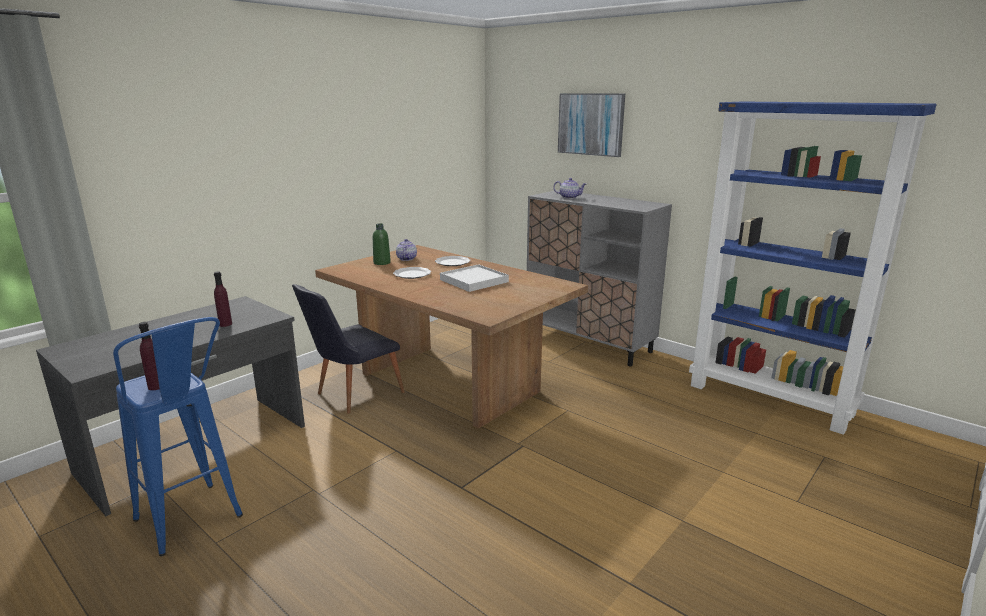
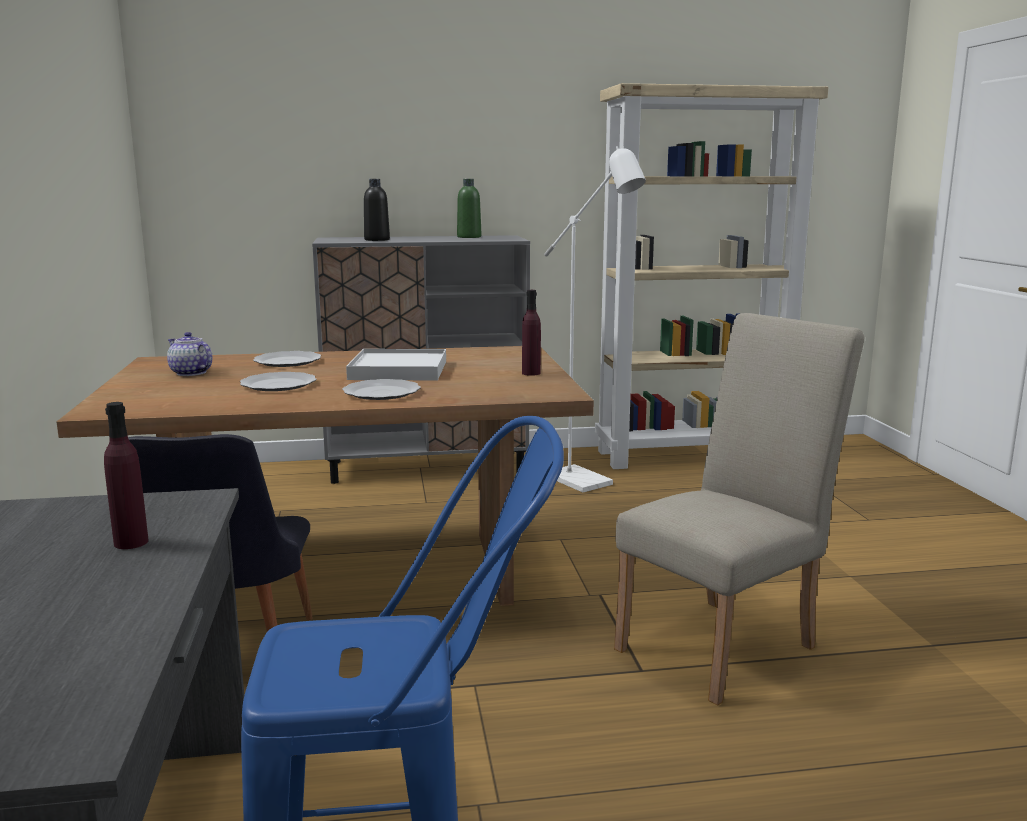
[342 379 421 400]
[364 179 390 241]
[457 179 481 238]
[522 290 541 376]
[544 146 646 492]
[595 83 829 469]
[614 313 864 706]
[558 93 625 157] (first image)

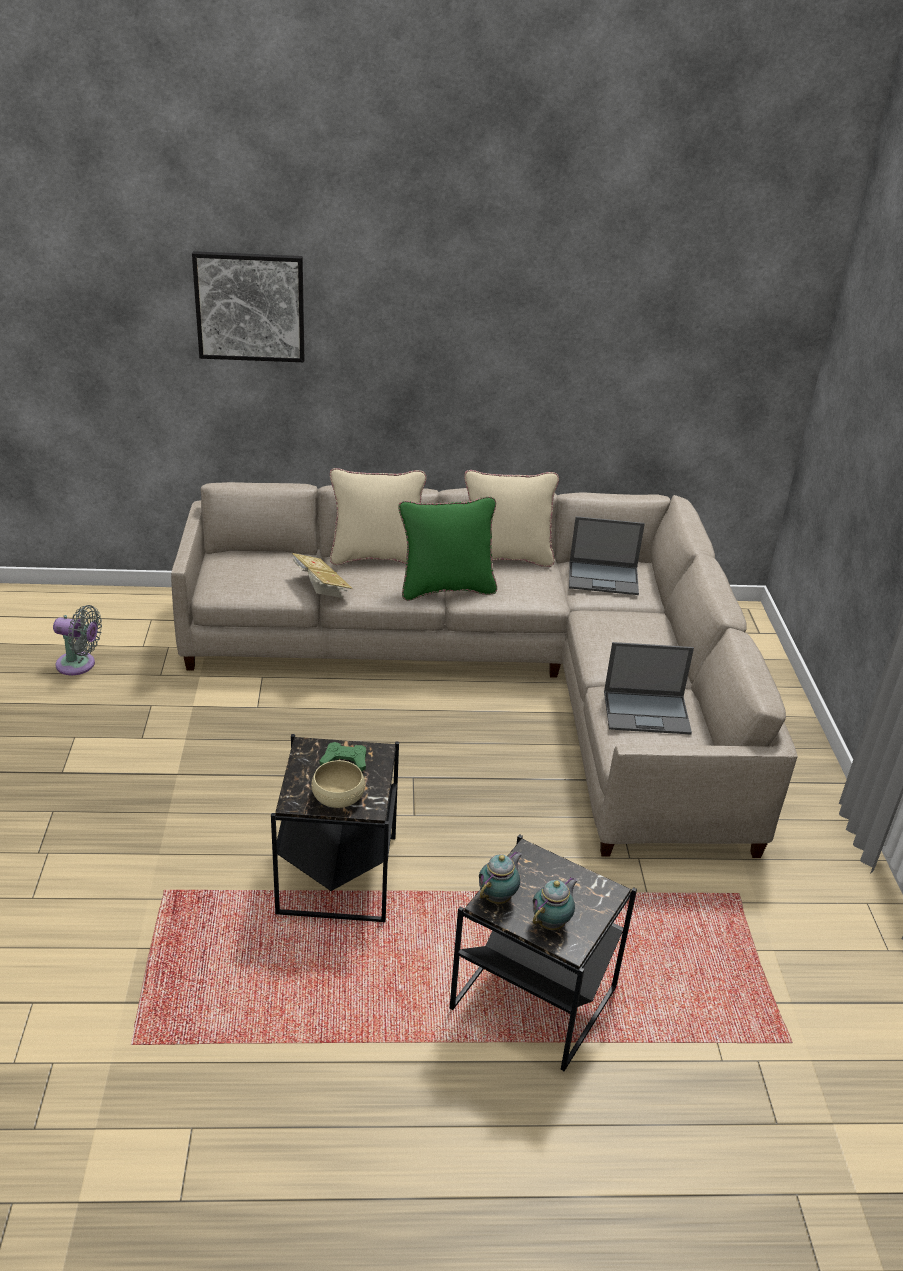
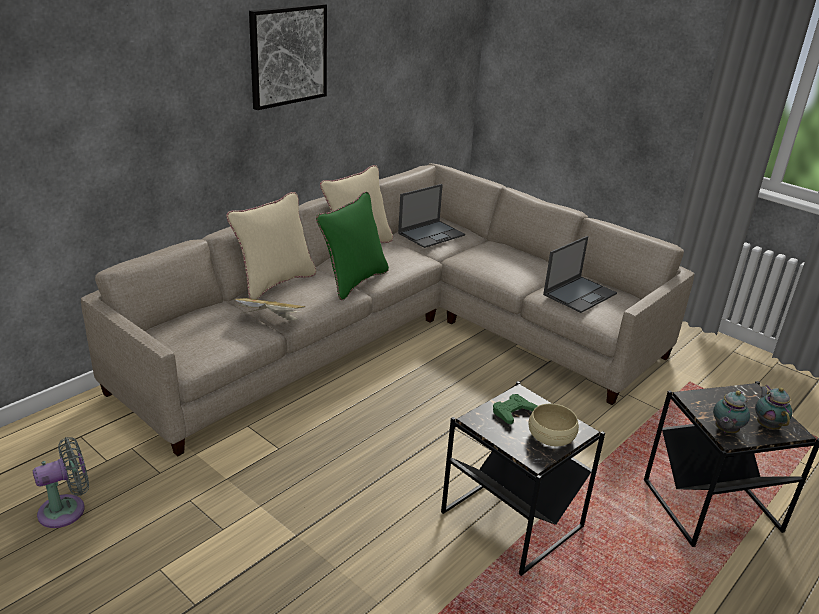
[249 3 327 110]
[713 391 750 433]

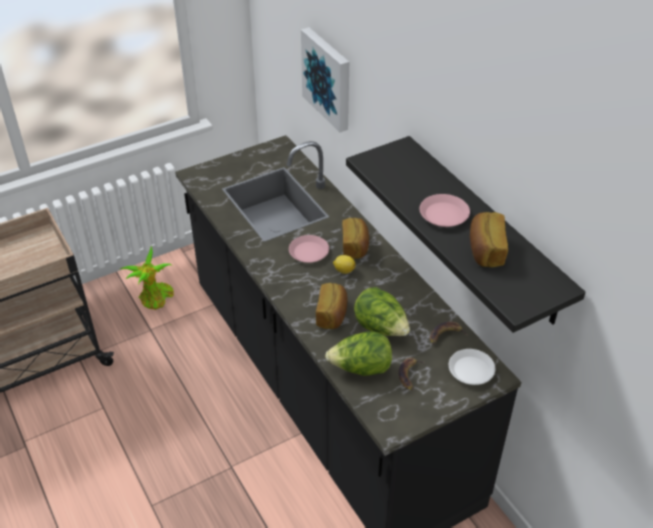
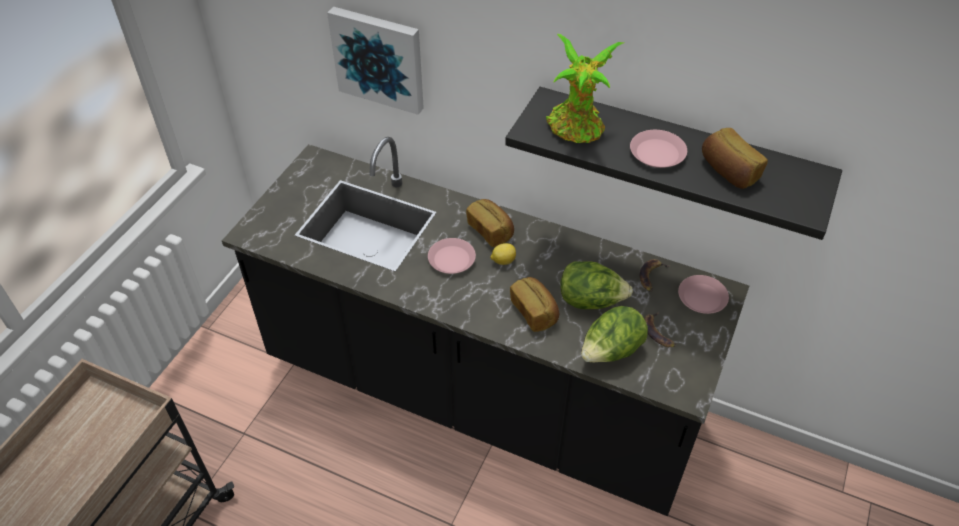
[546 34 624 143]
[678 275 729 314]

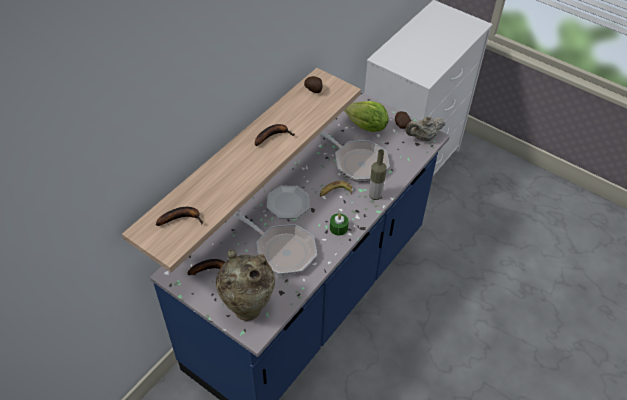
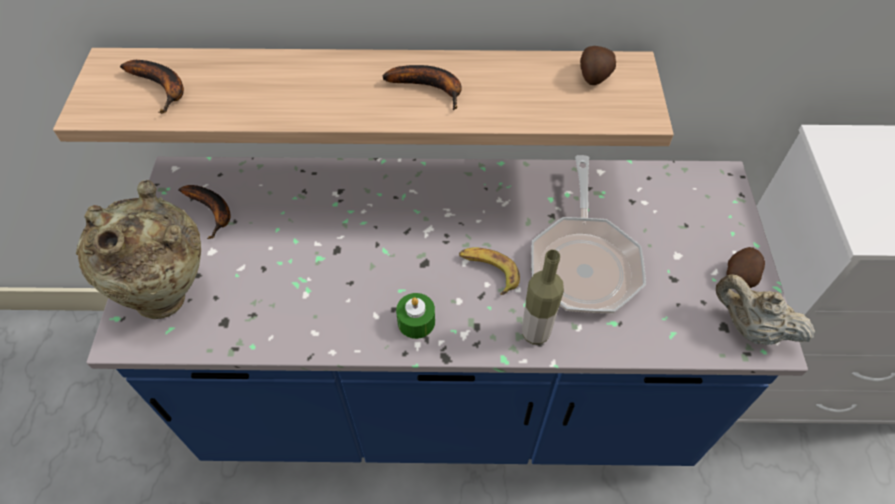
[232 211 317 275] (first image)
[267 186 310 219] (first image)
[344 101 389 132] (first image)

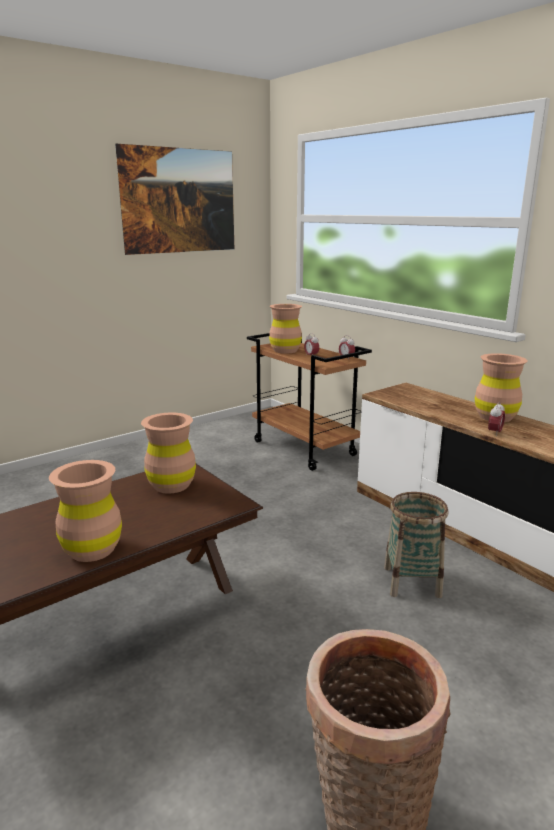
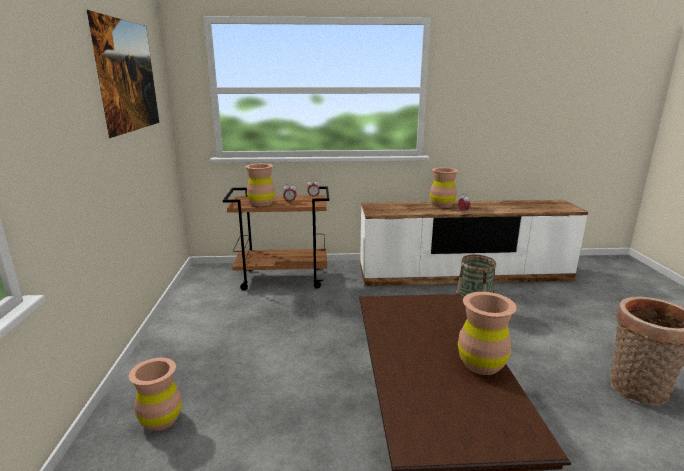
[129 358 182 431]

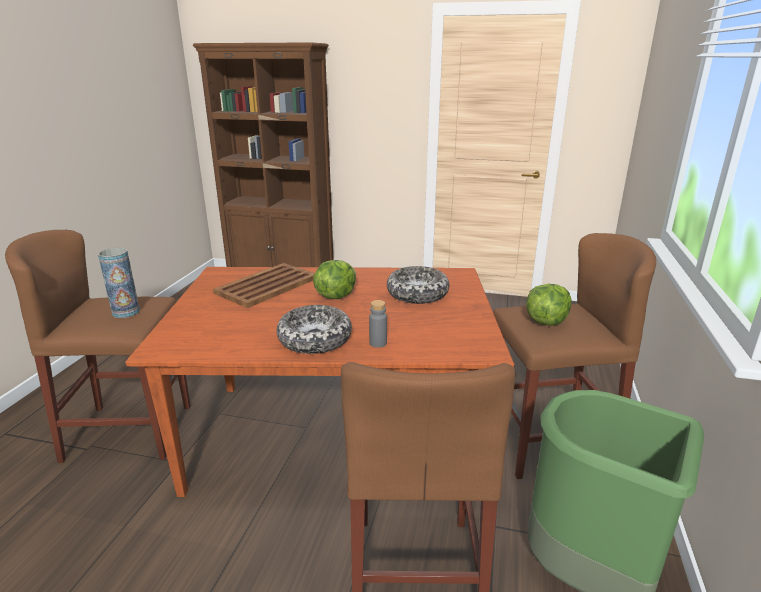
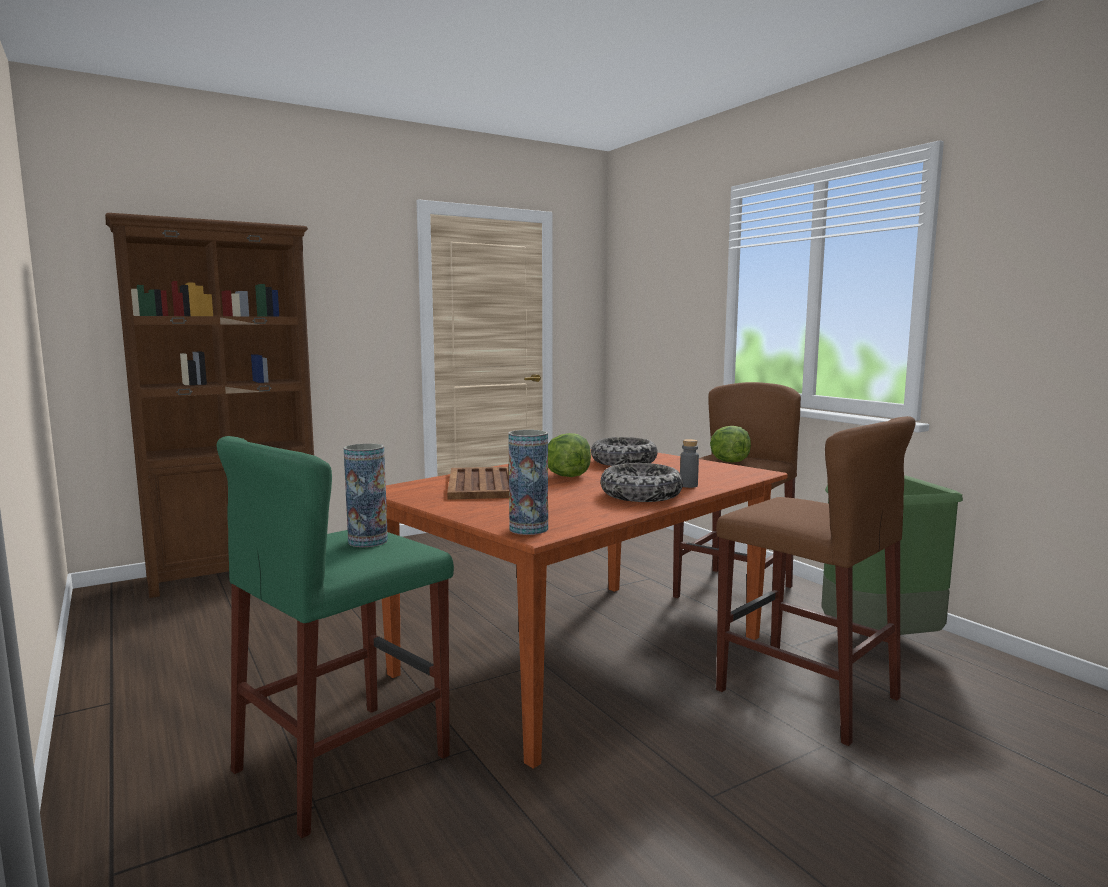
[217 436 454 838]
[508 430 548 535]

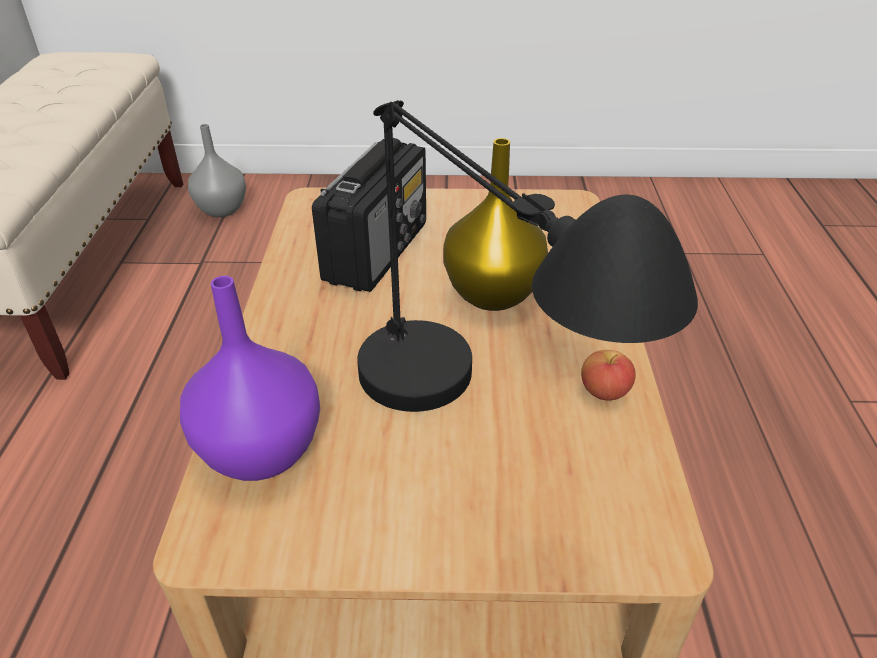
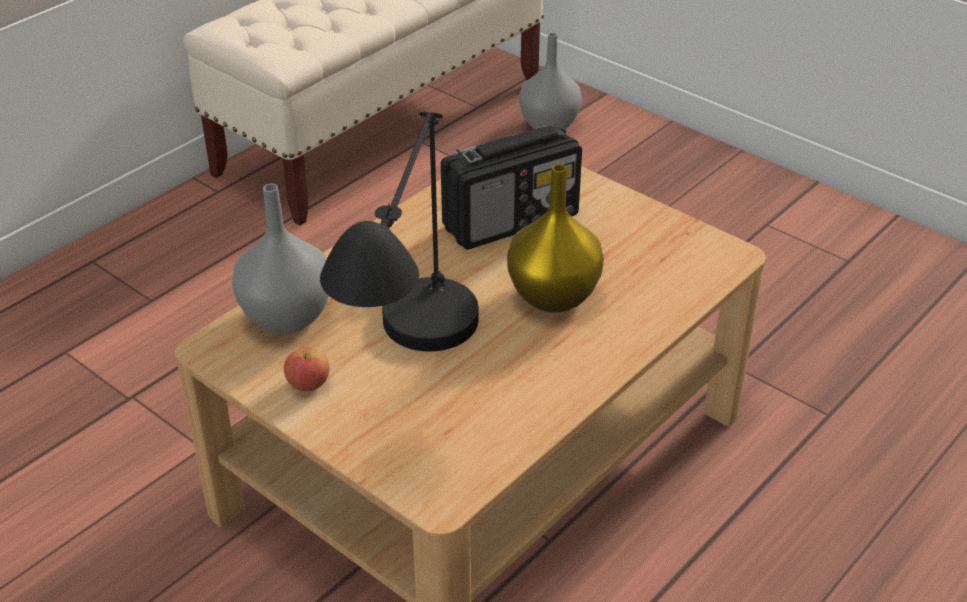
[232 183 329 334]
[284 348 329 391]

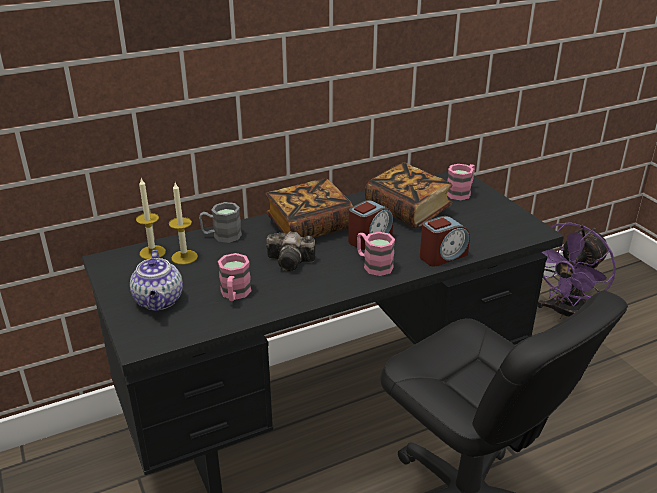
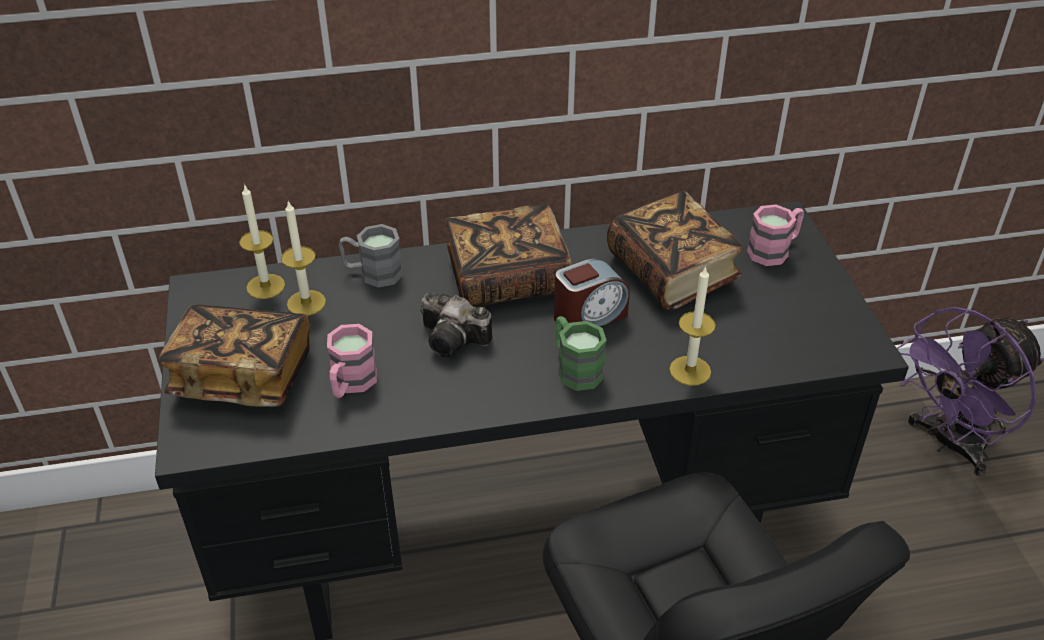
[158 304 310 407]
[555 316 607 391]
[669 266 716 386]

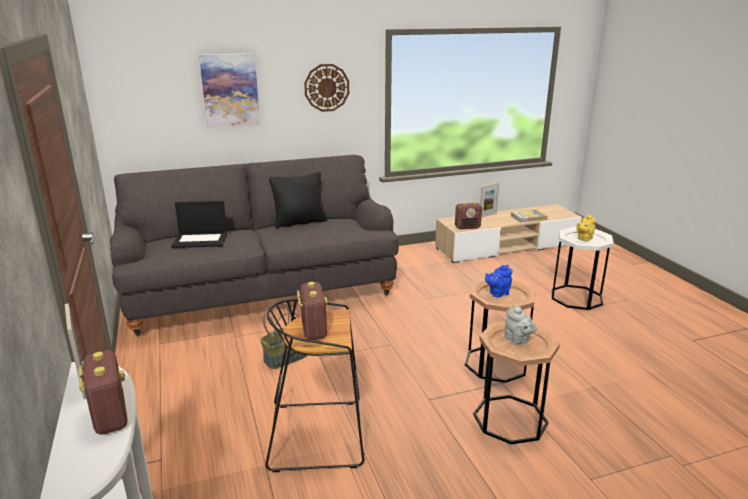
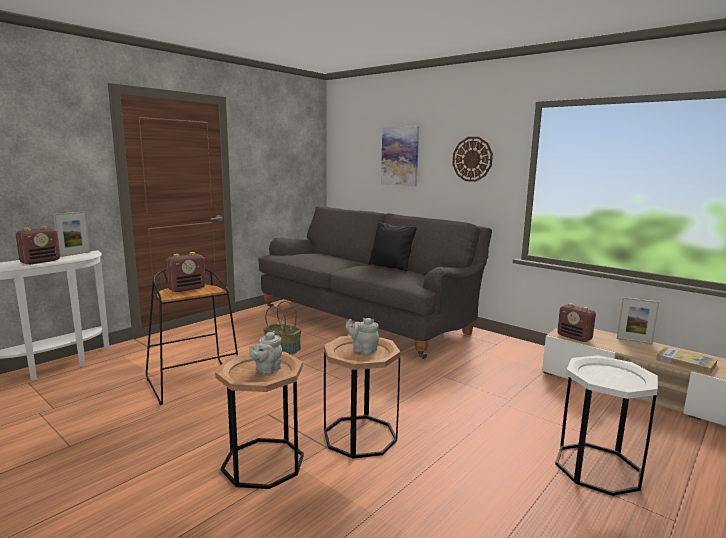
[345 318 379 354]
[171 201 227 248] (first image)
[576 214 596 242] (first image)

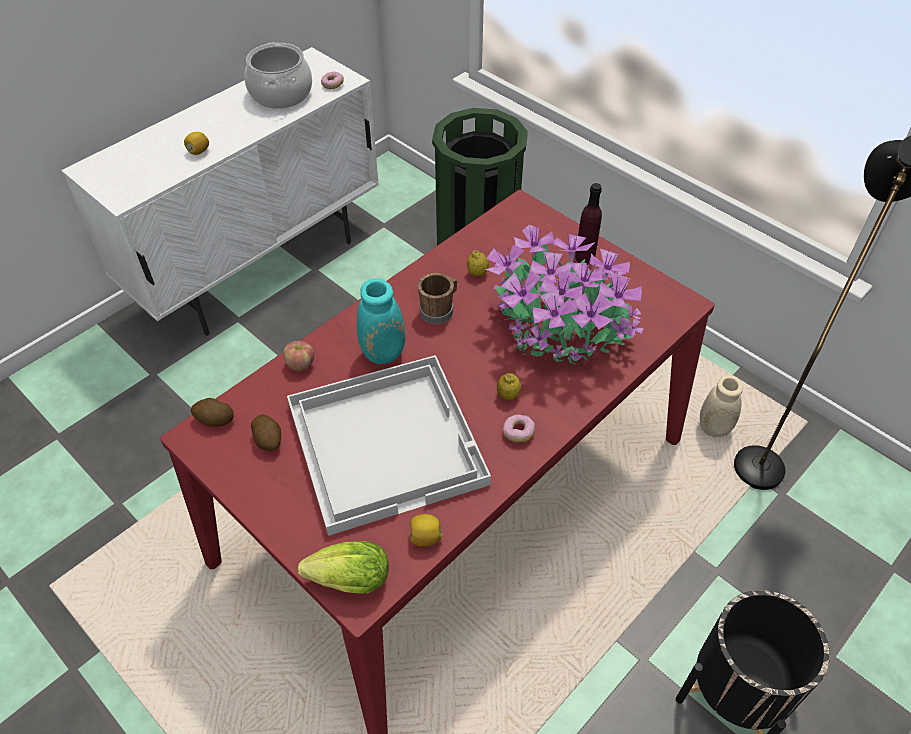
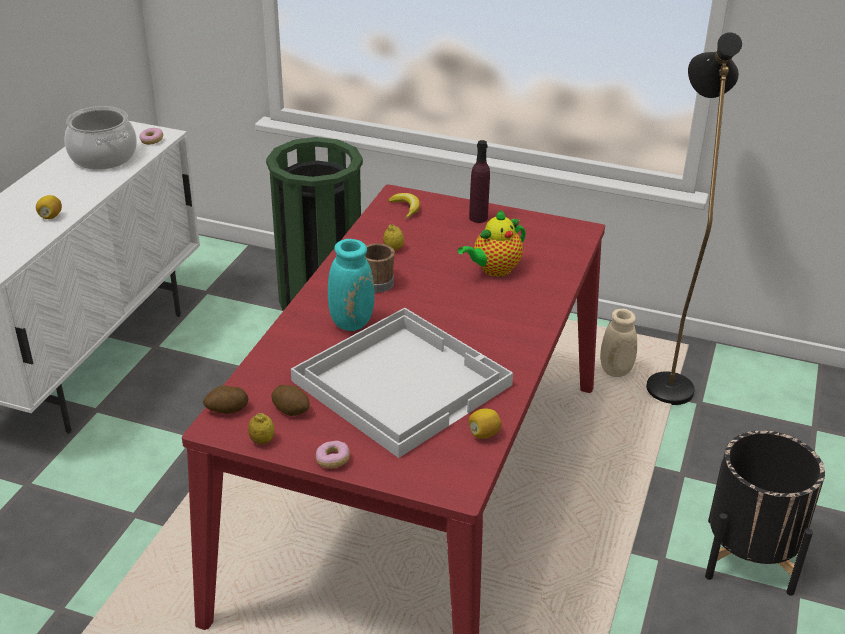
[248 413 274 444]
[316 441 350 468]
[388 193 420 219]
[458 209 526 277]
[283 341 314 371] (first image)
[298 541 388 594] (first image)

